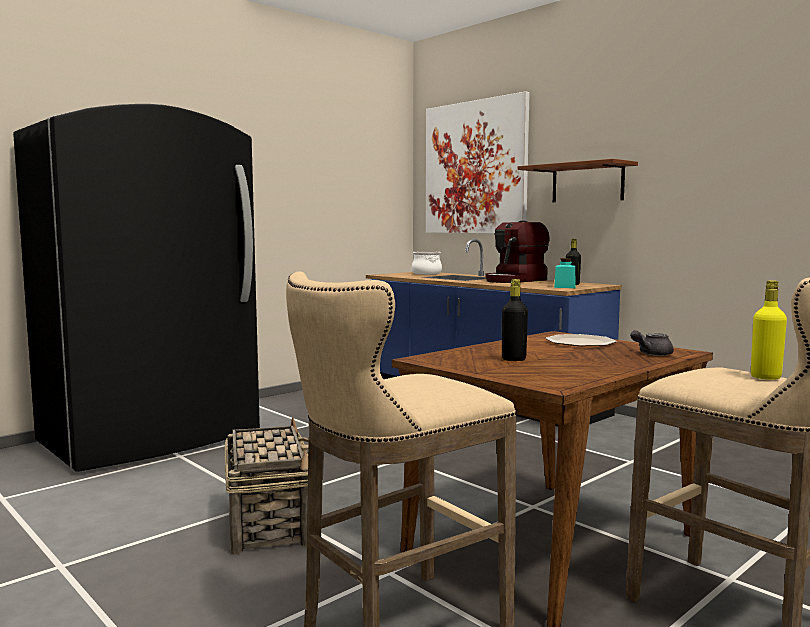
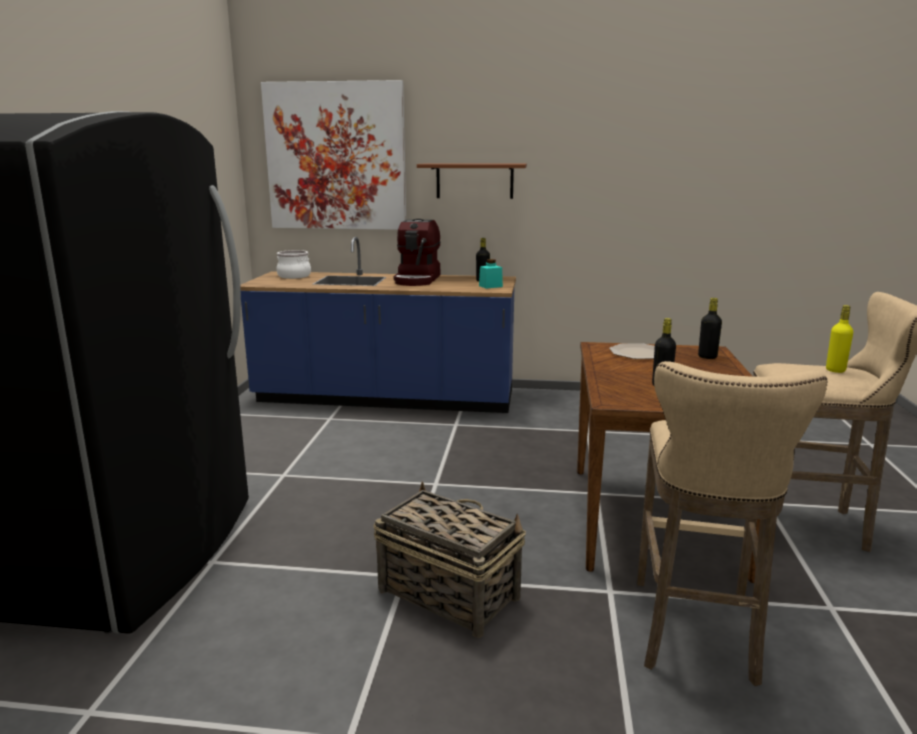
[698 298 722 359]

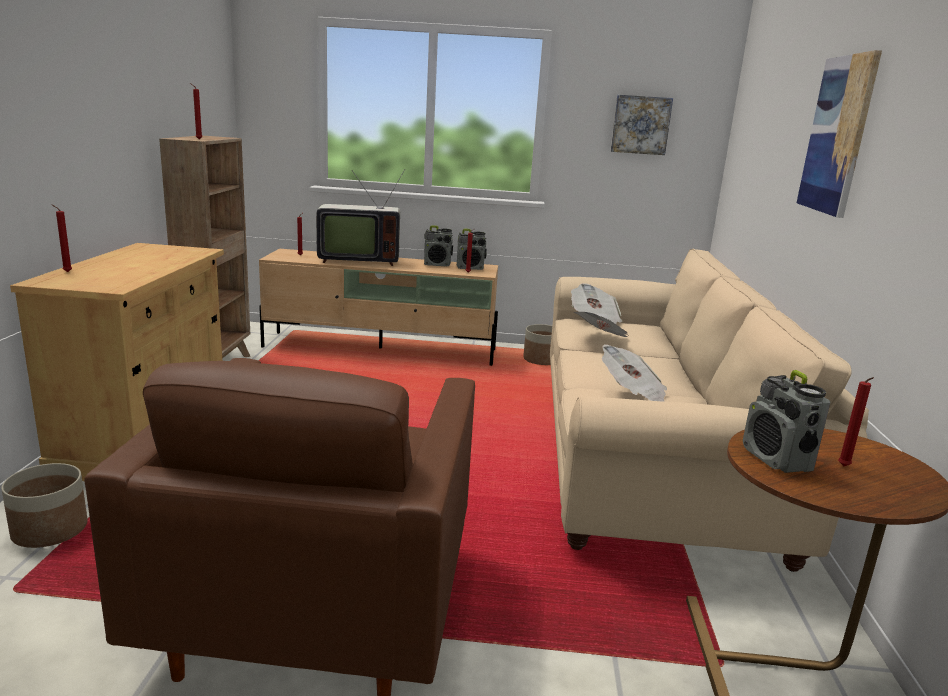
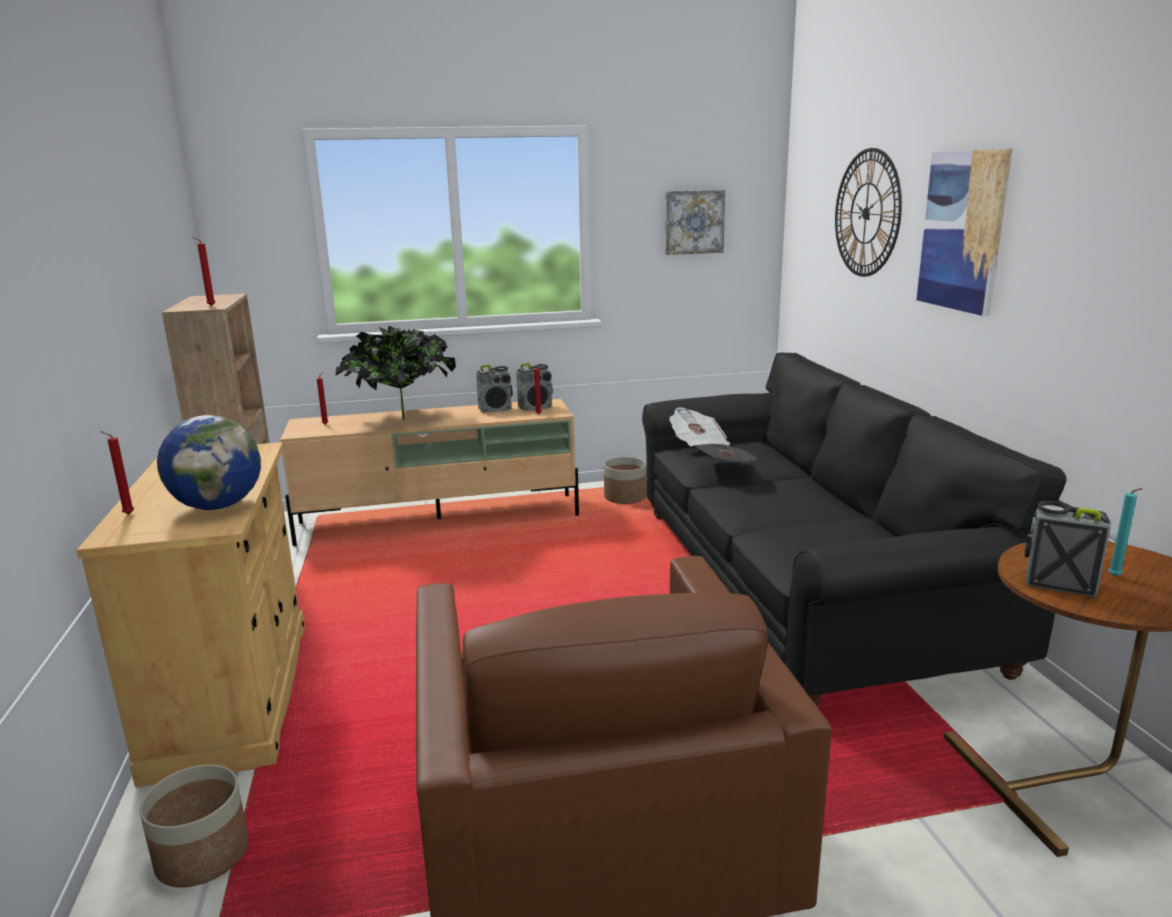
[157 415 261 510]
[335 326 456 420]
[642 352 1072 707]
[835 148 902 277]
[1025 501 1111 597]
[1108 488 1143 576]
[602 344 667 402] (first image)

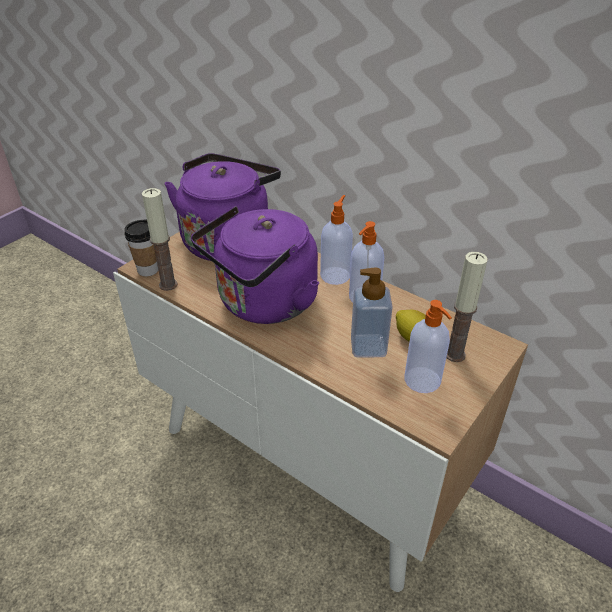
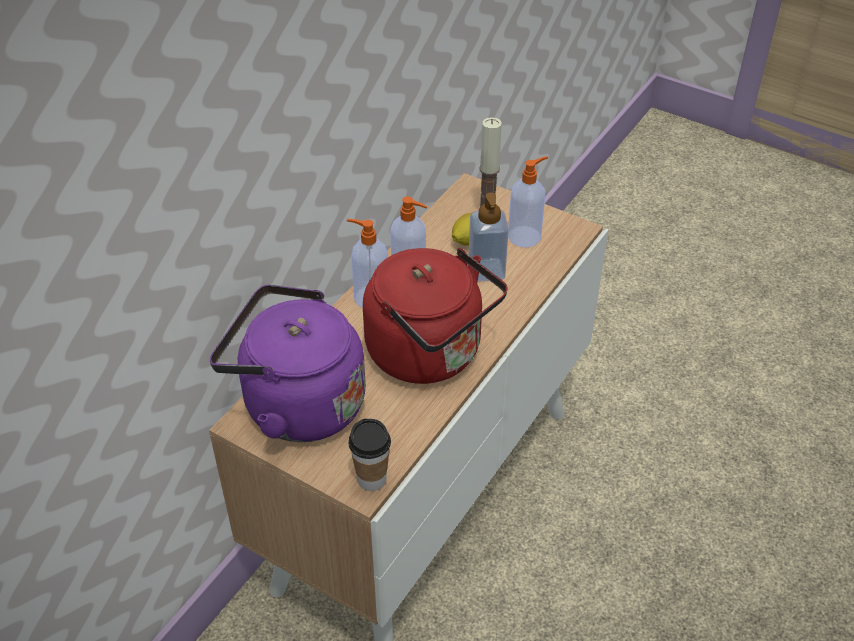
[363 248 508 384]
[142 188 178 291] (first image)

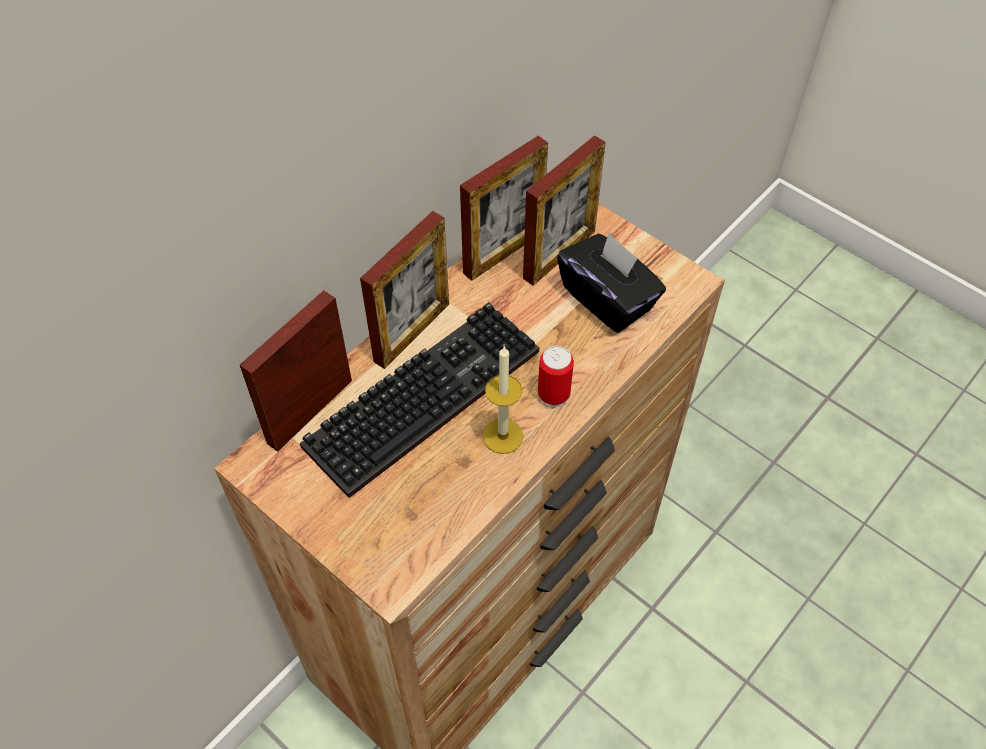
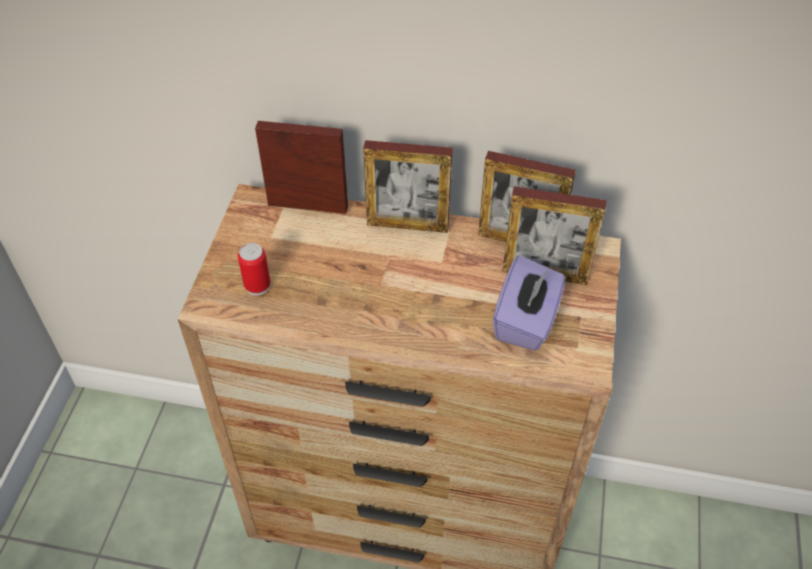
[238 243 271 295]
[493 255 565 351]
[300 302 539 498] (first image)
[482 345 523 454] (first image)

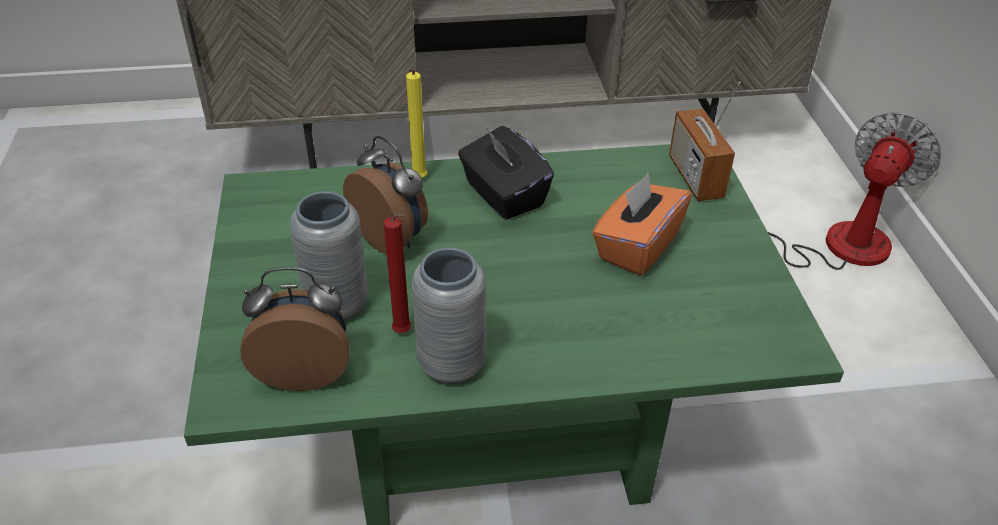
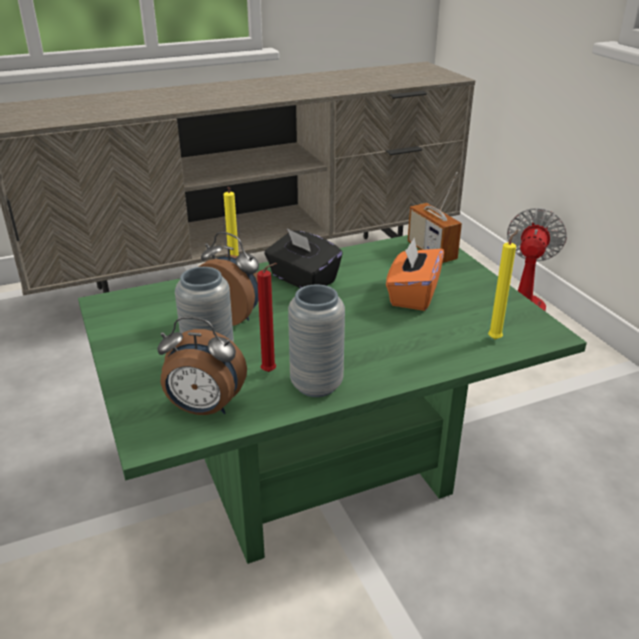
[157 317 247 415]
[488 230 519 339]

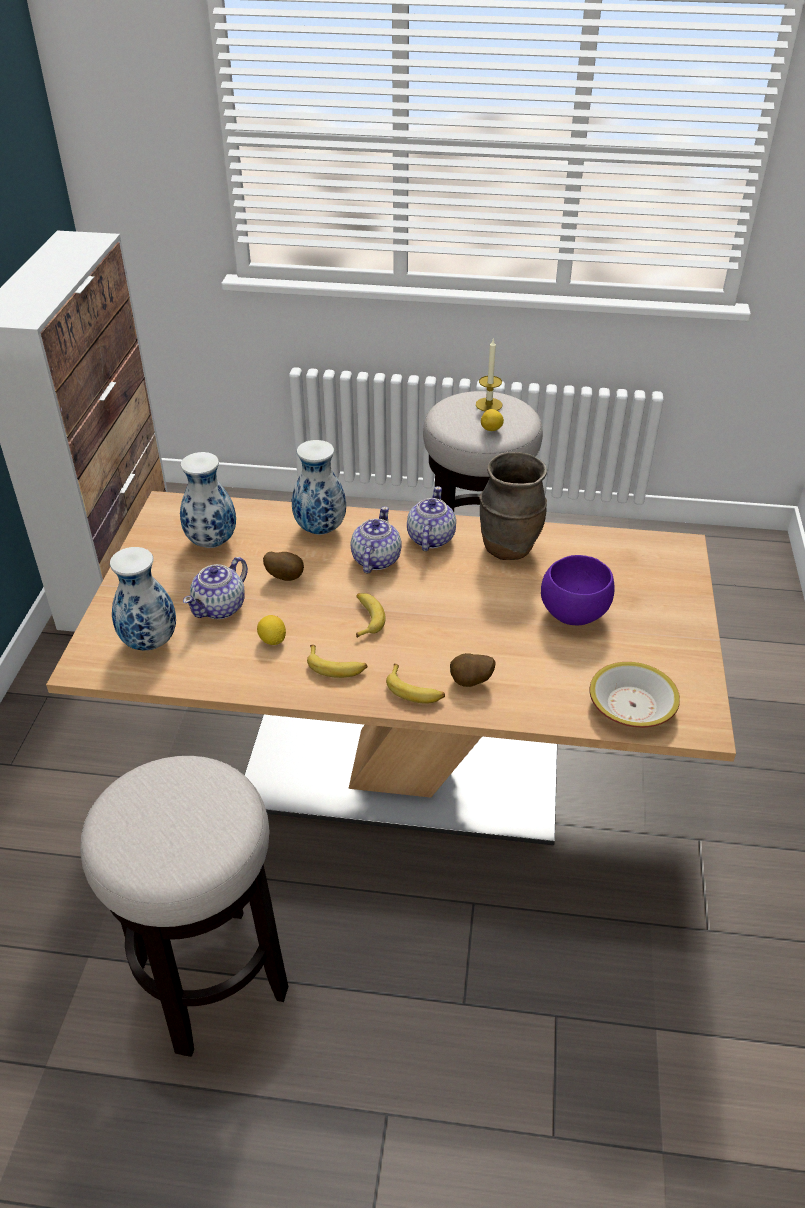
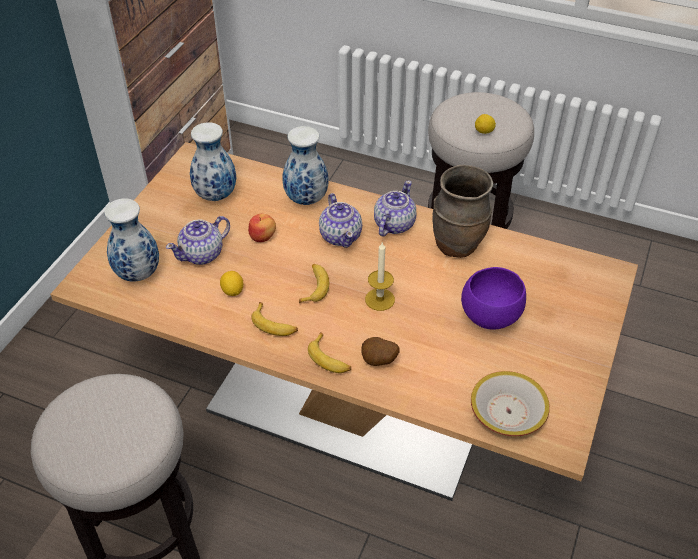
[248 214 276 242]
[319 193 362 248]
[365 241 395 311]

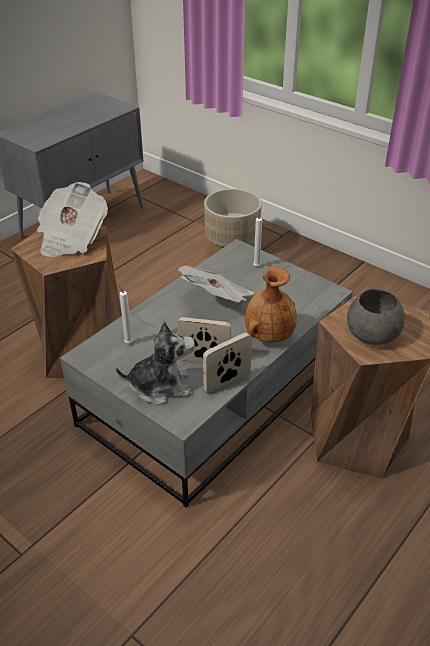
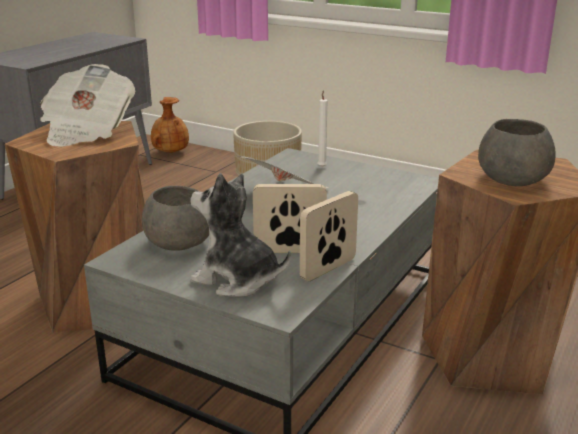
[142 186 209 251]
[151 97 189 153]
[190 173 291 297]

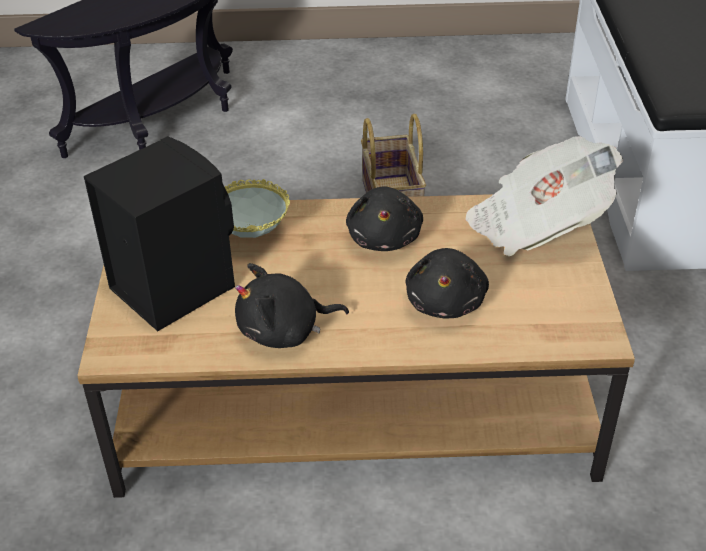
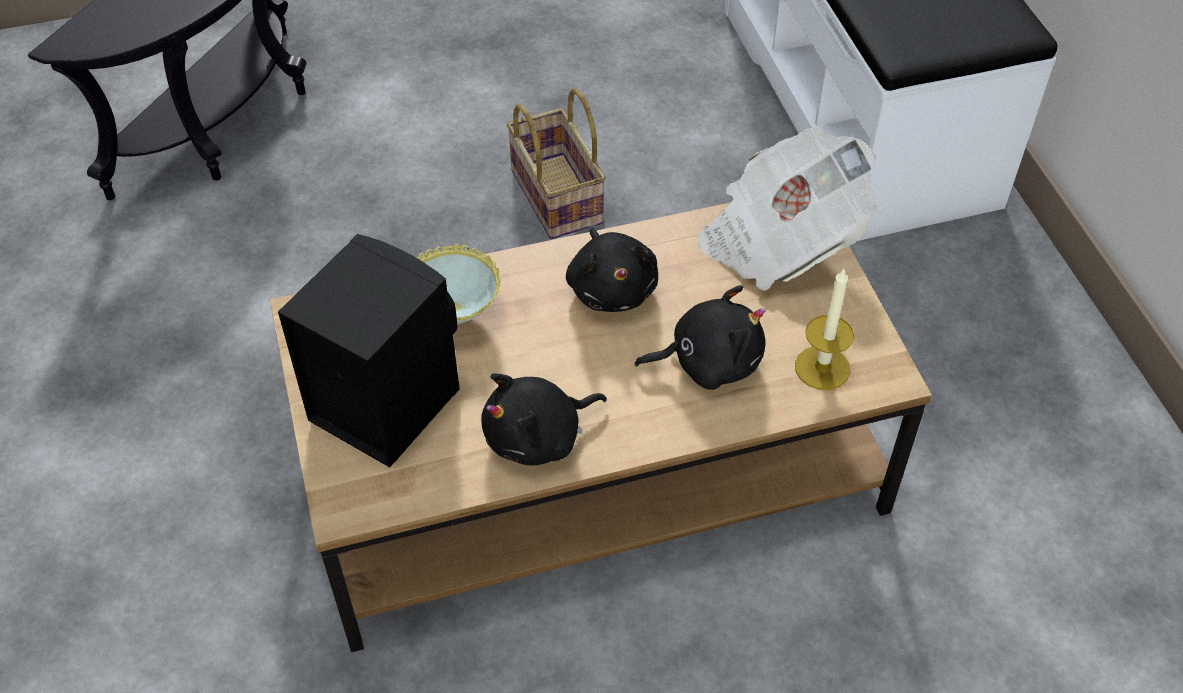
[635 285 766 390]
[795 268 854 390]

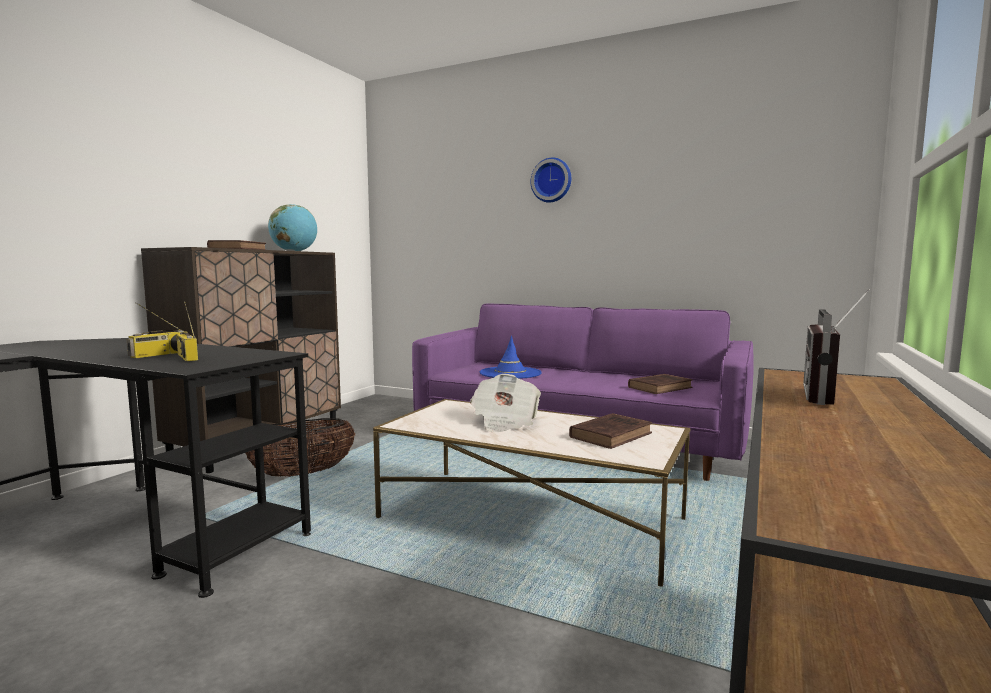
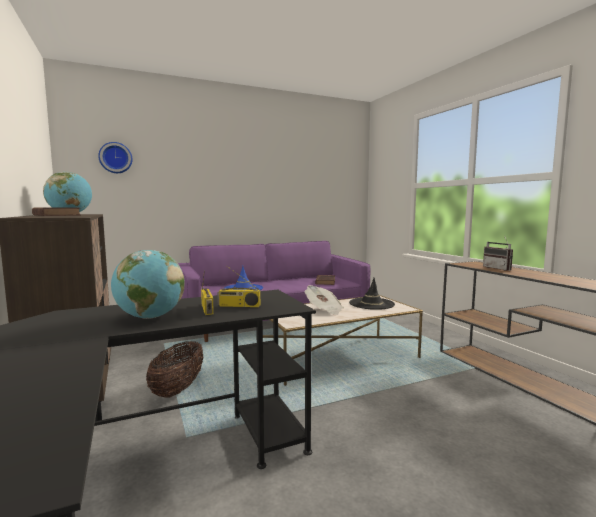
[98 142 132 173]
[111 250 185 319]
[349 278 395 310]

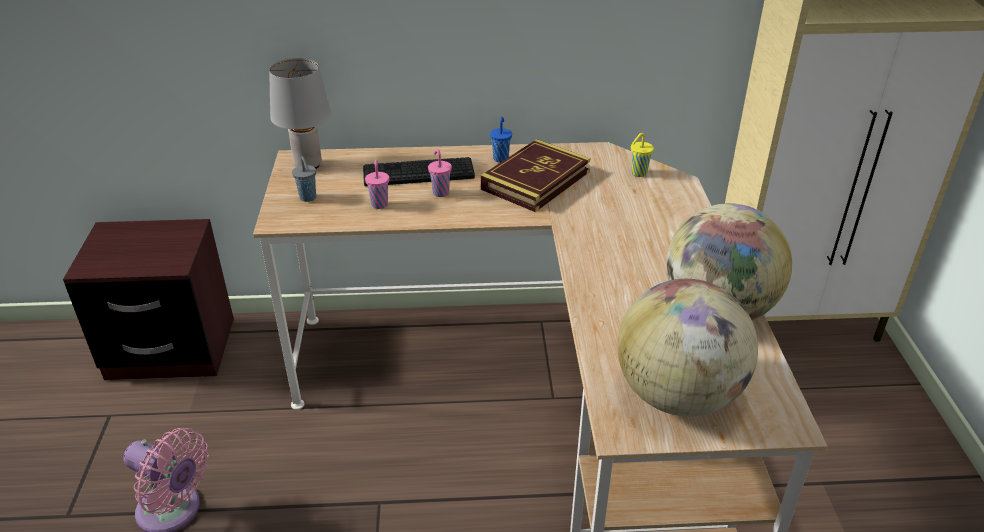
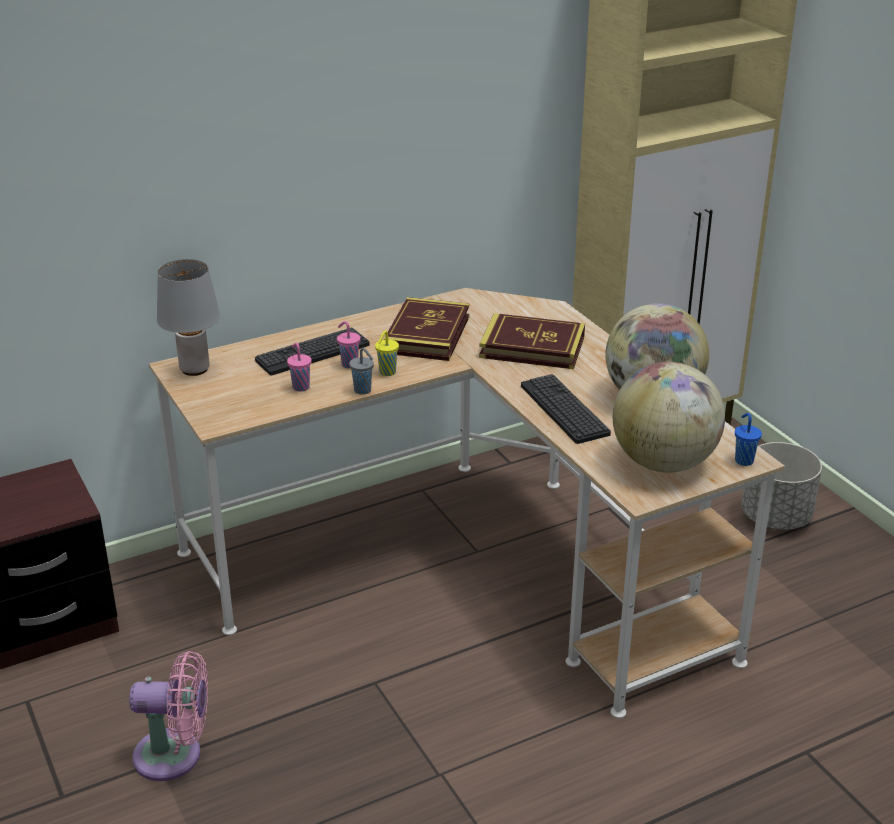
[349 348 374 395]
[375 330 399 376]
[479 313 585 369]
[521 374 611 444]
[735 413 762 466]
[741 442 822 530]

